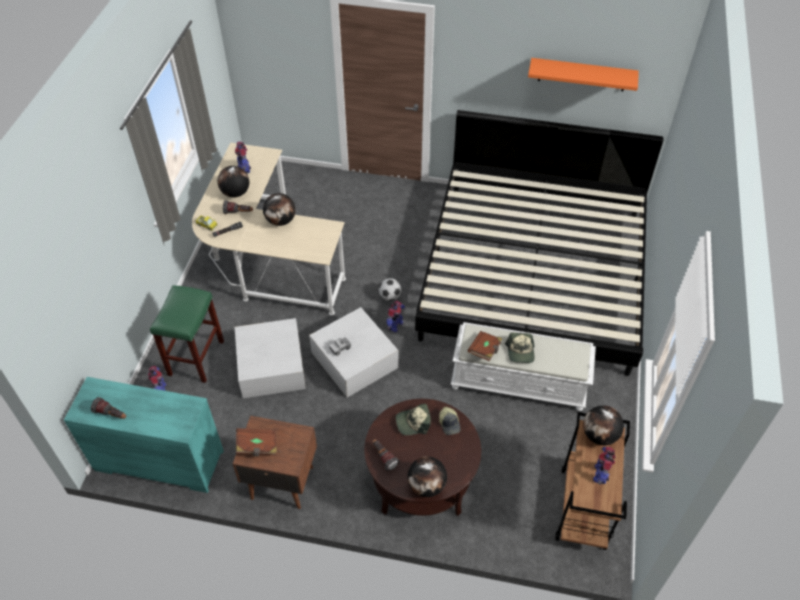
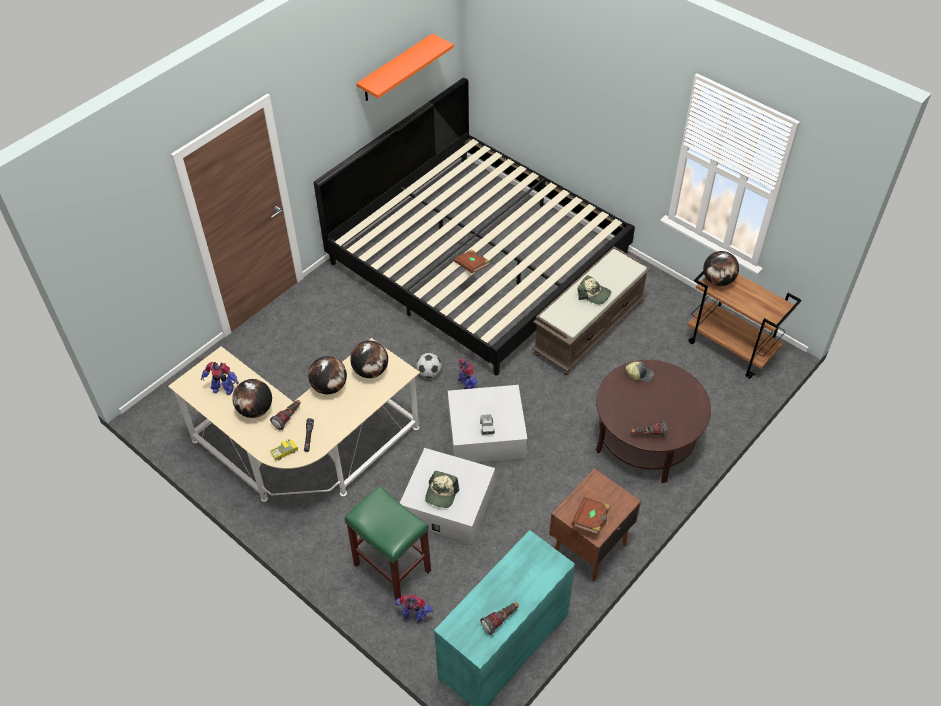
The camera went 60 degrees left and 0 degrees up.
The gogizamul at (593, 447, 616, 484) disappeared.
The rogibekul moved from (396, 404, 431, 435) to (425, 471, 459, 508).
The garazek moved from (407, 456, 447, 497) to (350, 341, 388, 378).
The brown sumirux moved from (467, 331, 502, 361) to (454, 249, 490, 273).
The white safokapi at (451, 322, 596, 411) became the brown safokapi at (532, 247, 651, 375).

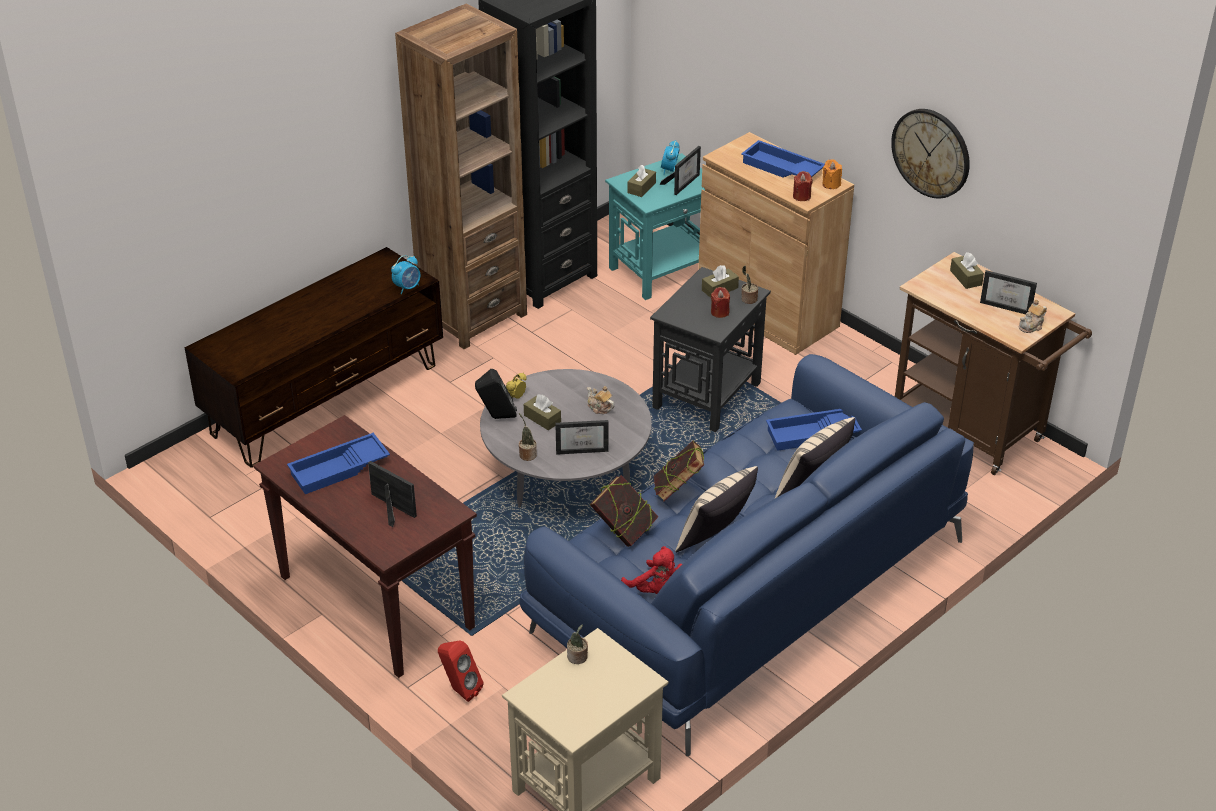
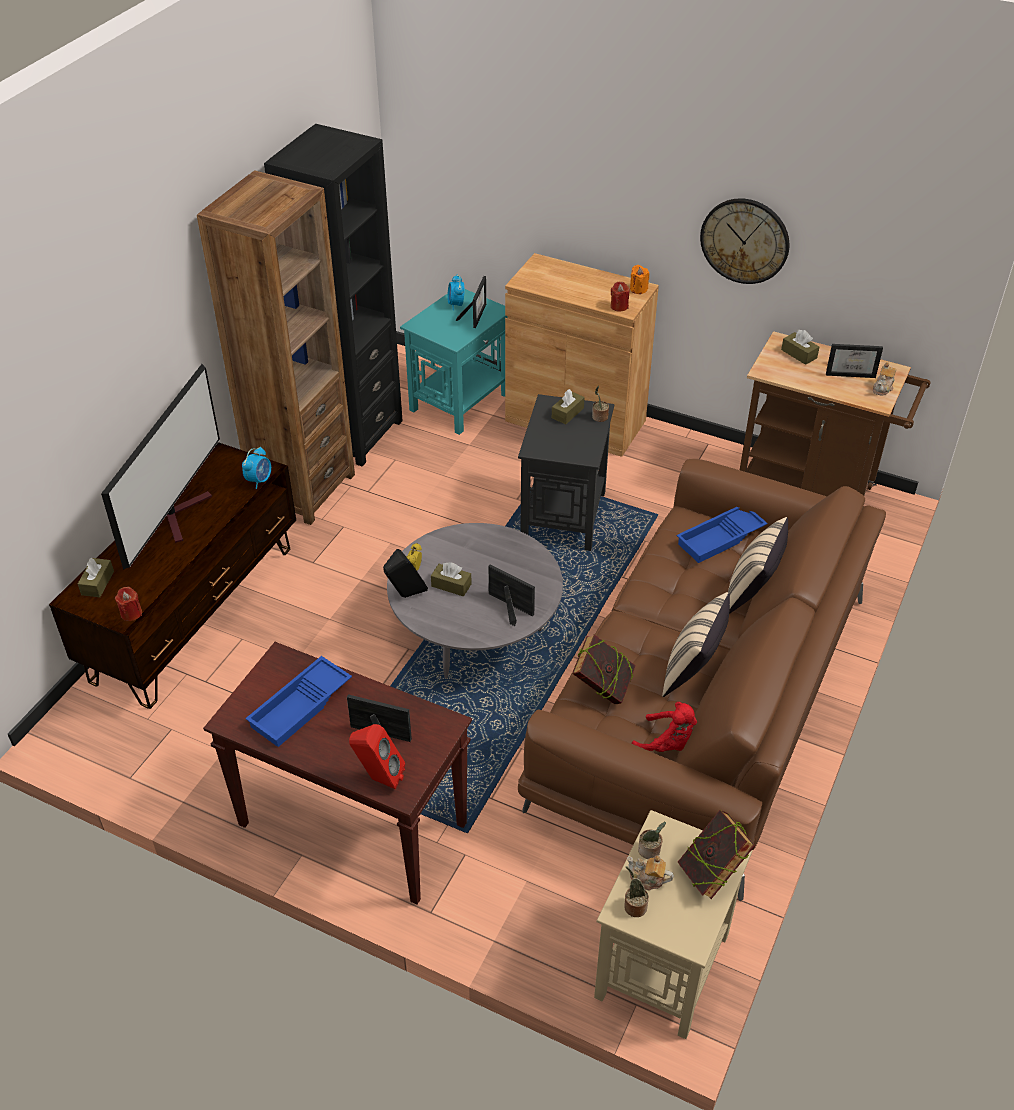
The camera went 20 degrees left and 5 degrees up.
The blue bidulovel at (741, 140, 825, 178) disappeared.
The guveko at (101, 364, 220, 570) appeared.
The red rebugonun moved from (438, 640, 484, 702) to (349, 724, 405, 789).
The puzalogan moved from (519, 413, 537, 461) to (624, 866, 649, 917).
The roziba moved from (587, 386, 615, 414) to (627, 855, 674, 891).
The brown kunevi moved from (627, 165, 656, 197) to (78, 558, 114, 597).
The sumirux moved from (654, 441, 704, 501) to (678, 810, 755, 899).
The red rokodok moved from (711, 287, 730, 318) to (115, 587, 142, 621).
The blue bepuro at (519, 354, 974, 756) became the brown bepuro at (518, 459, 886, 901).
The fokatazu at (555, 420, 609, 455) turned 120 degrees counterclockwise.

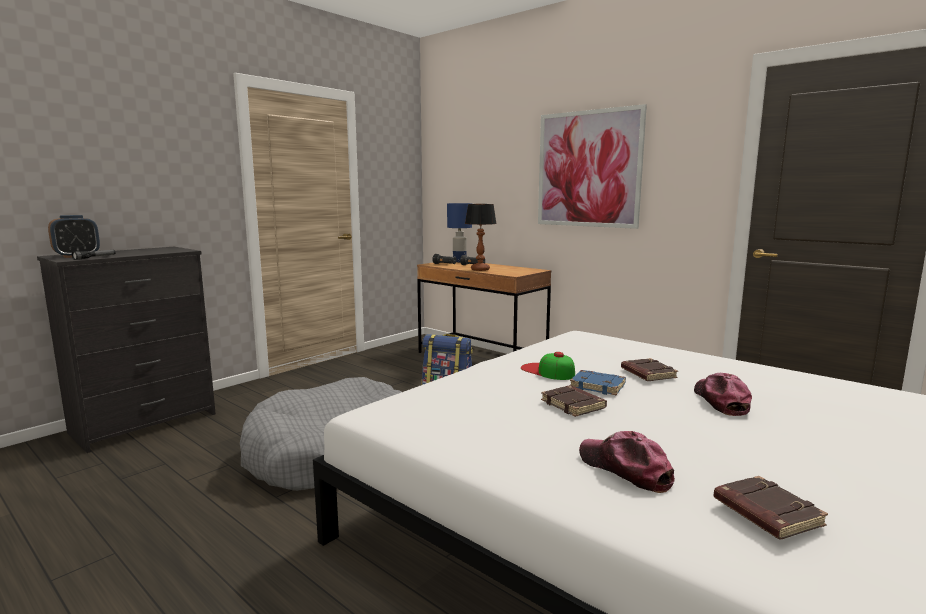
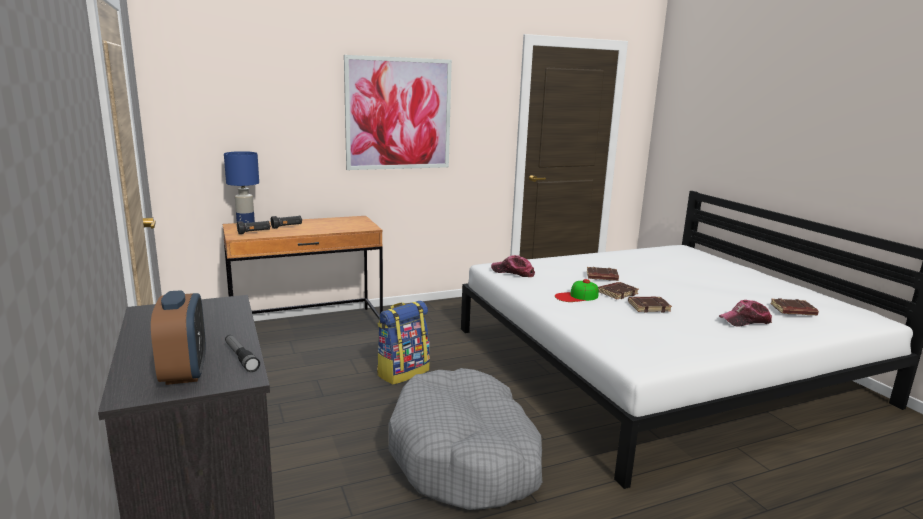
The camera went 65 degrees left and 5 degrees up.
The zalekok at (465, 204, 497, 271) disappeared.
The rogibekul moved from (694, 373, 752, 416) to (491, 255, 535, 277).
The blue sumirux at (570, 370, 626, 395) became the brown sumirux at (598, 282, 639, 299).

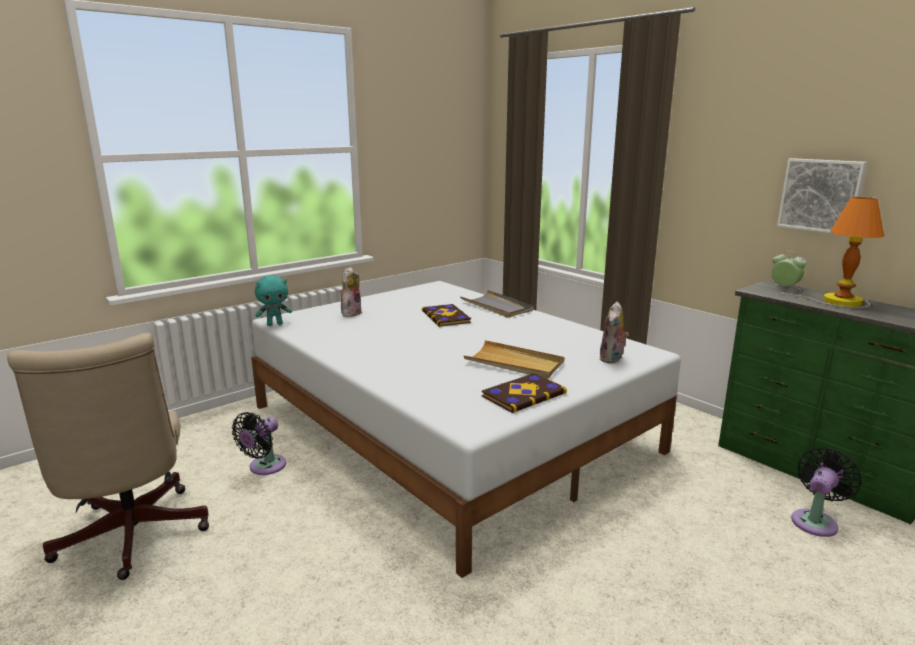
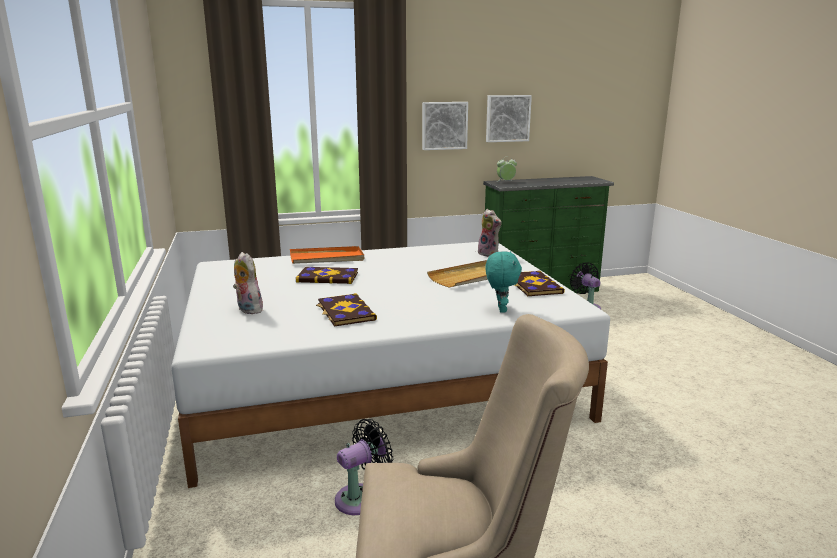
The camera went 65 degrees left and 0 degrees up.
The zalekok at (779, 196, 884, 308) disappeared.
The sumirux at (316, 293, 377, 327) appeared.
The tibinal at (422, 102, 468, 150) appeared.
The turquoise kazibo moved from (255, 275, 292, 326) to (485, 251, 522, 313).
The grey bidulovel at (460, 290, 534, 318) became the orange bidulovel at (290, 246, 364, 264).
The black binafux at (232, 412, 286, 475) turned 90 degrees counterclockwise.

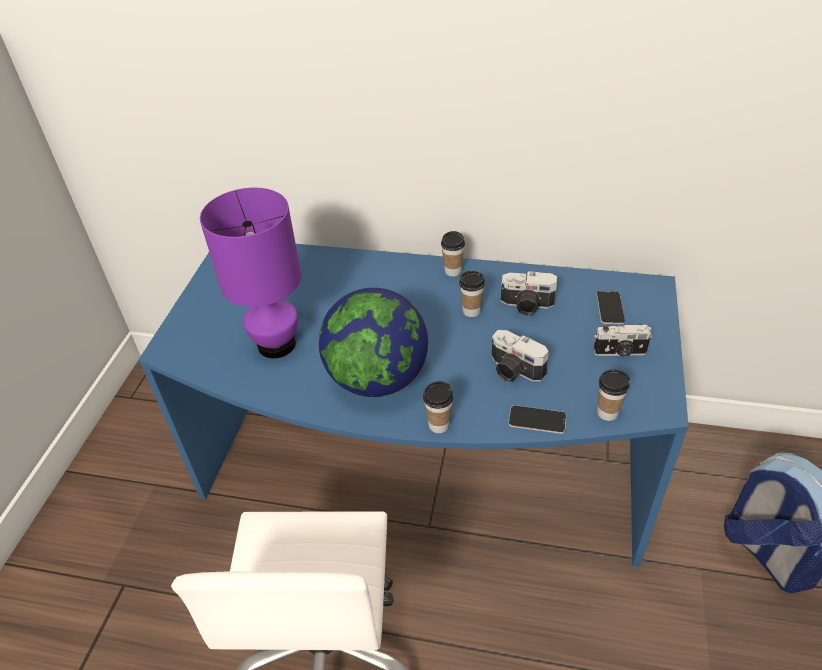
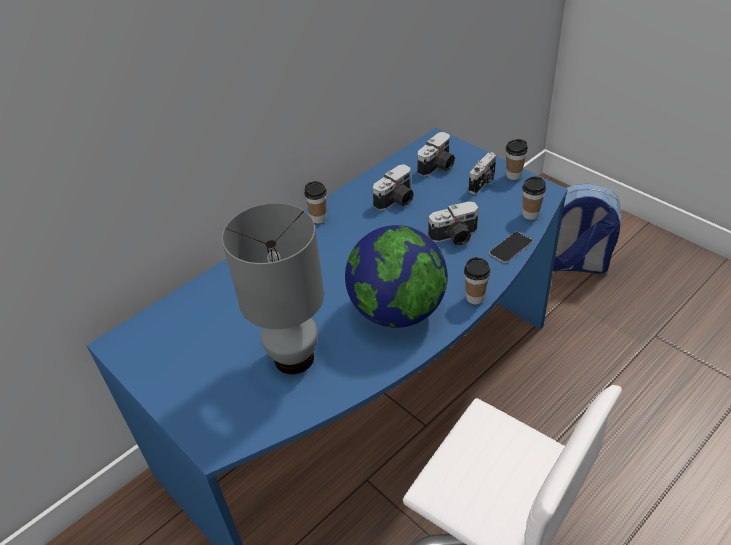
The camera went 55 degrees left and 0 degrees up.
The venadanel moved from (459, 271, 485, 317) to (506, 139, 528, 180).
The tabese at (596, 291, 625, 324) was replaced by the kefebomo at (417, 132, 455, 177).
The purple zalekok at (200, 188, 301, 358) became the grey zalekok at (222, 203, 324, 374).

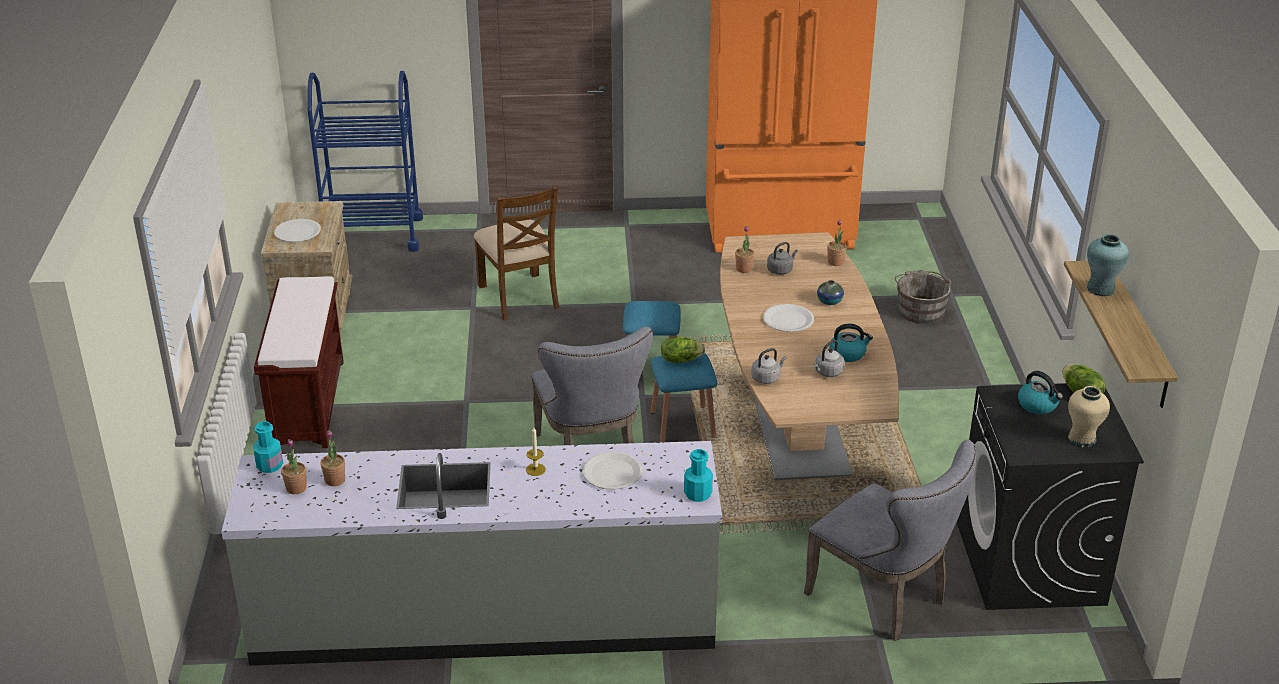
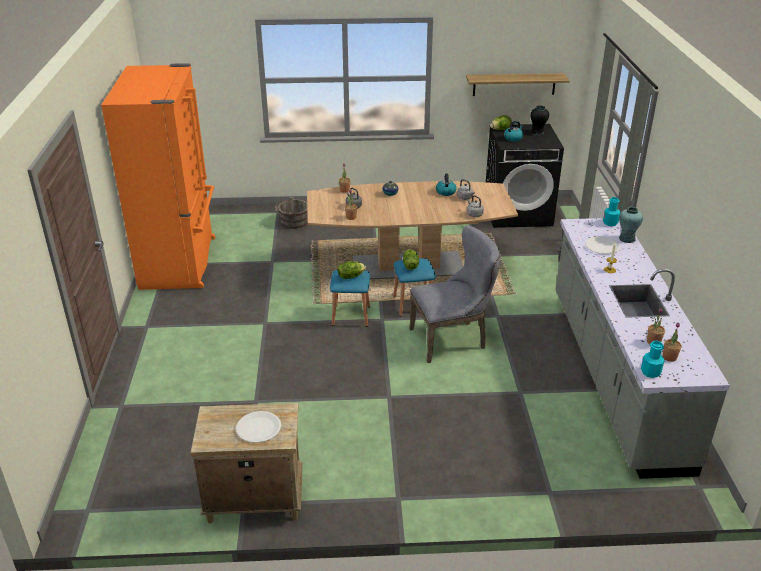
The camera went 90 degrees left and 0 degrees up.
The brown safokapi at (254, 276, 344, 448) disappeared.
The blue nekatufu at (307, 71, 423, 252) disappeared.
The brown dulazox at (474, 185, 559, 321) disappeared.
The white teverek at (763, 304, 814, 332) disappeared.
The grey dulazox at (804, 440, 976, 641) disappeared.
The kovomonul at (338, 261, 366, 279) appeared.
The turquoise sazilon moved from (1087, 234, 1129, 296) to (619, 207, 643, 243).
The beige sazilon at (1068, 386, 1110, 447) became the black sazilon at (530, 106, 549, 135).

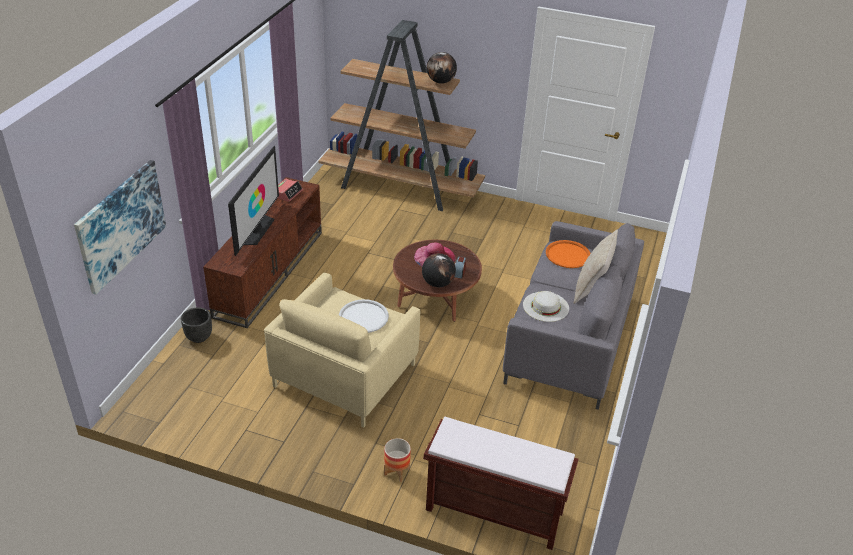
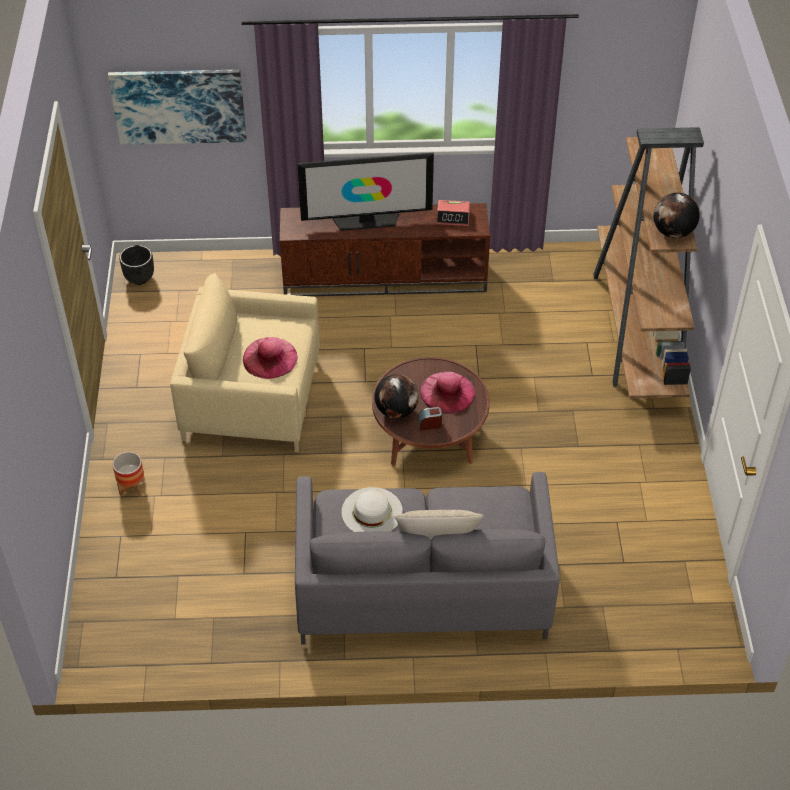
The camera went 70 degrees right and 10 degrees up.
The brown safokapi at (423, 417, 579, 550) disappeared.
The orange bidulovel at (546, 240, 590, 268) disappeared.
The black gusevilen moved from (181, 307, 212, 343) to (119, 245, 154, 285).
The white bidulovel at (339, 299, 389, 333) was replaced by the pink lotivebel at (243, 337, 298, 379).

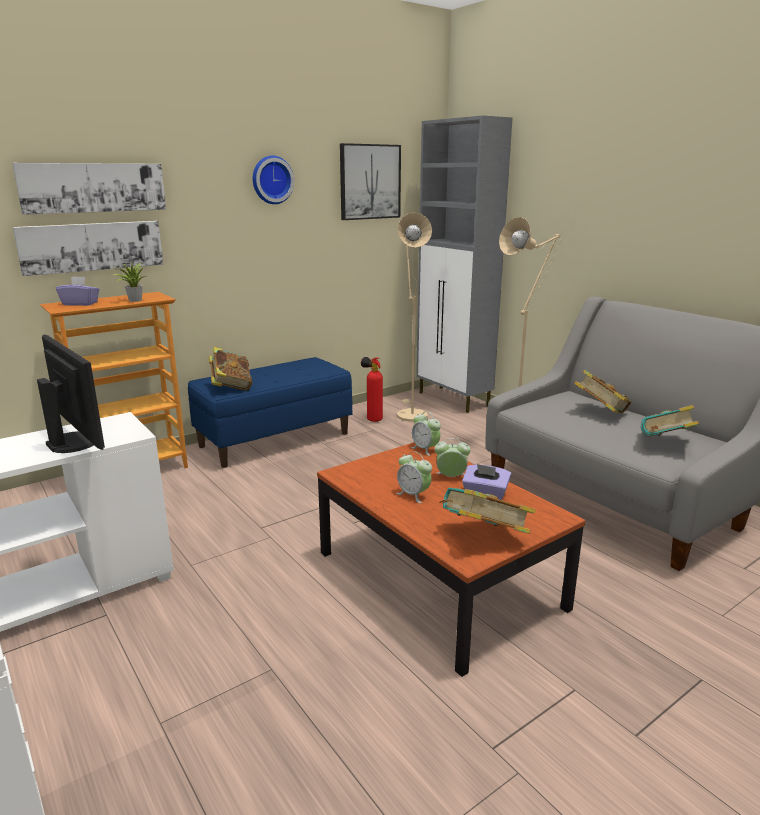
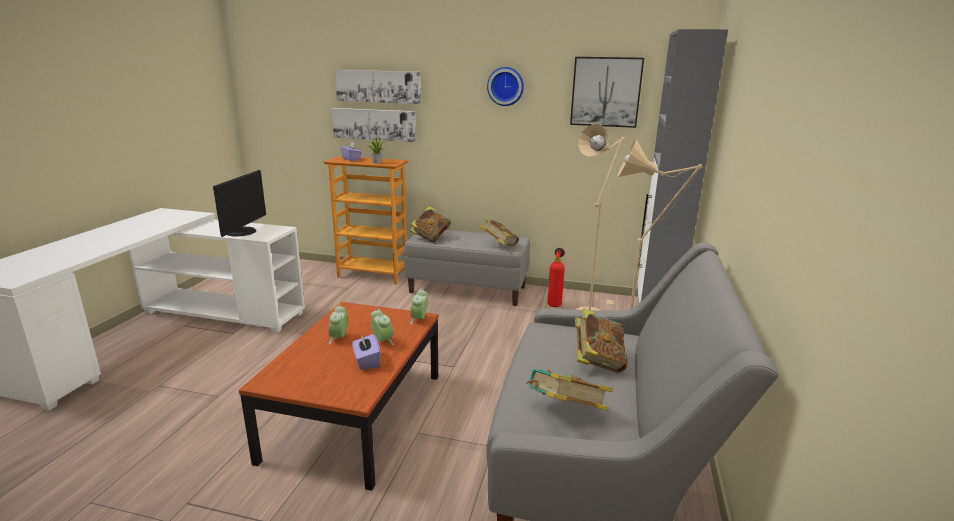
The camera went 50 degrees right and 0 degrees up.
The sumirux moved from (439, 487, 536, 534) to (479, 217, 519, 246).
The blue safokapi at (188, 357, 352, 468) became the grey safokapi at (404, 229, 530, 306).

